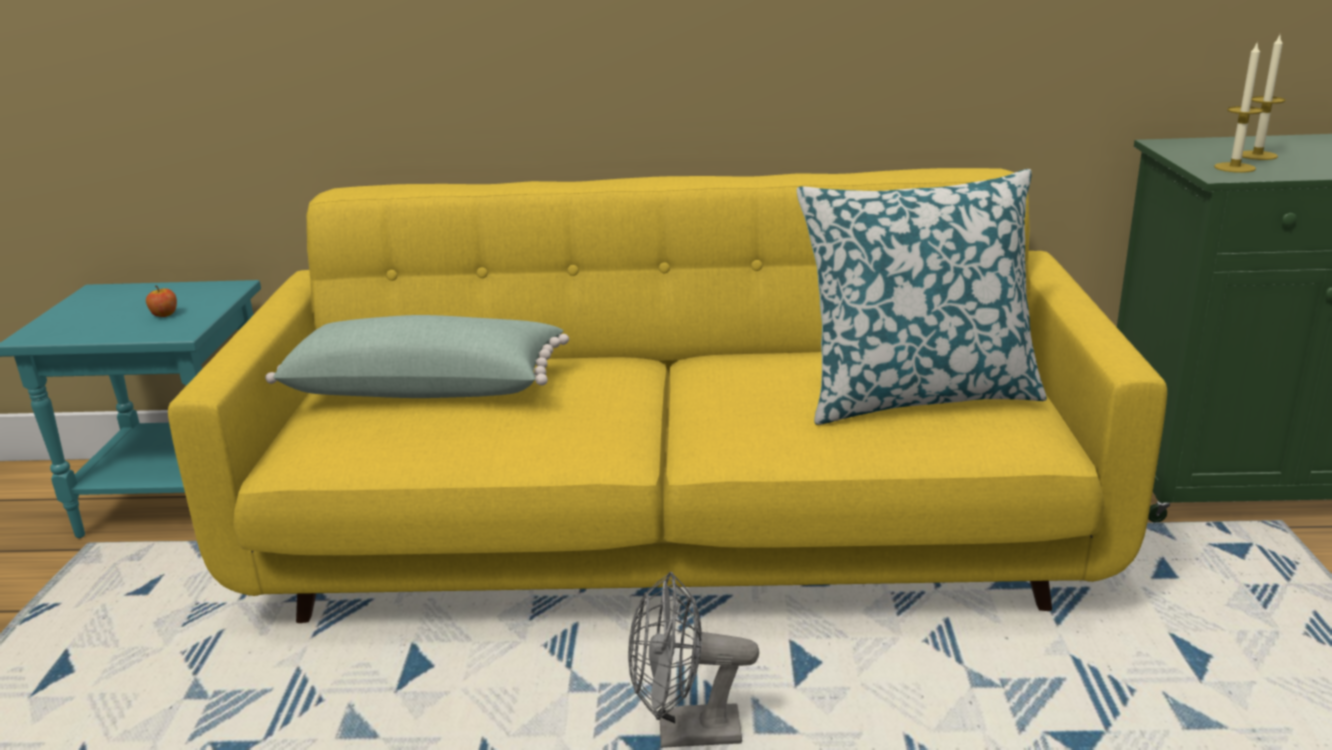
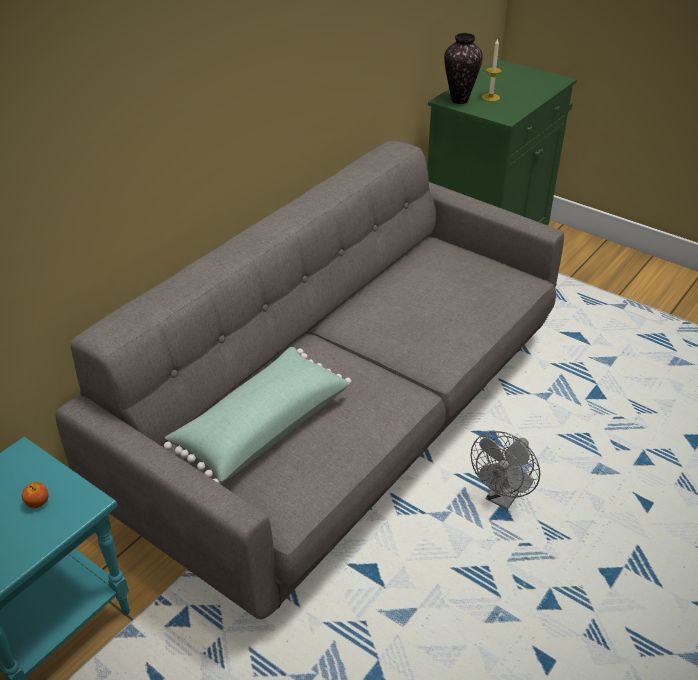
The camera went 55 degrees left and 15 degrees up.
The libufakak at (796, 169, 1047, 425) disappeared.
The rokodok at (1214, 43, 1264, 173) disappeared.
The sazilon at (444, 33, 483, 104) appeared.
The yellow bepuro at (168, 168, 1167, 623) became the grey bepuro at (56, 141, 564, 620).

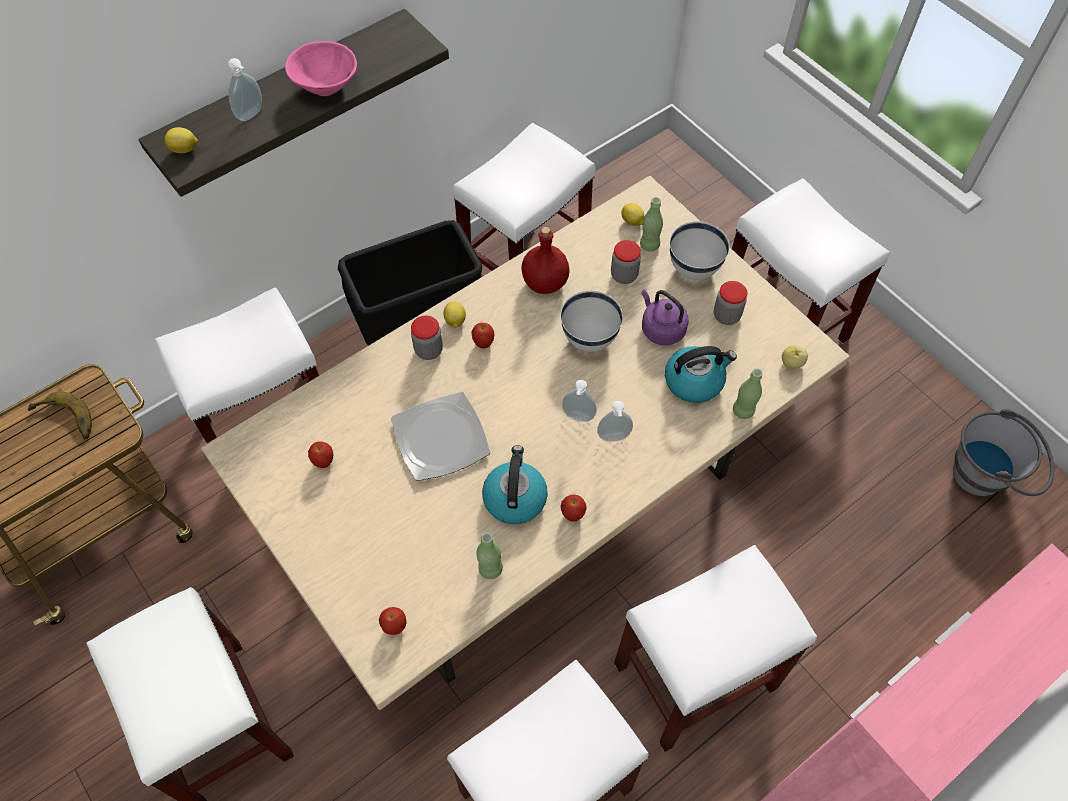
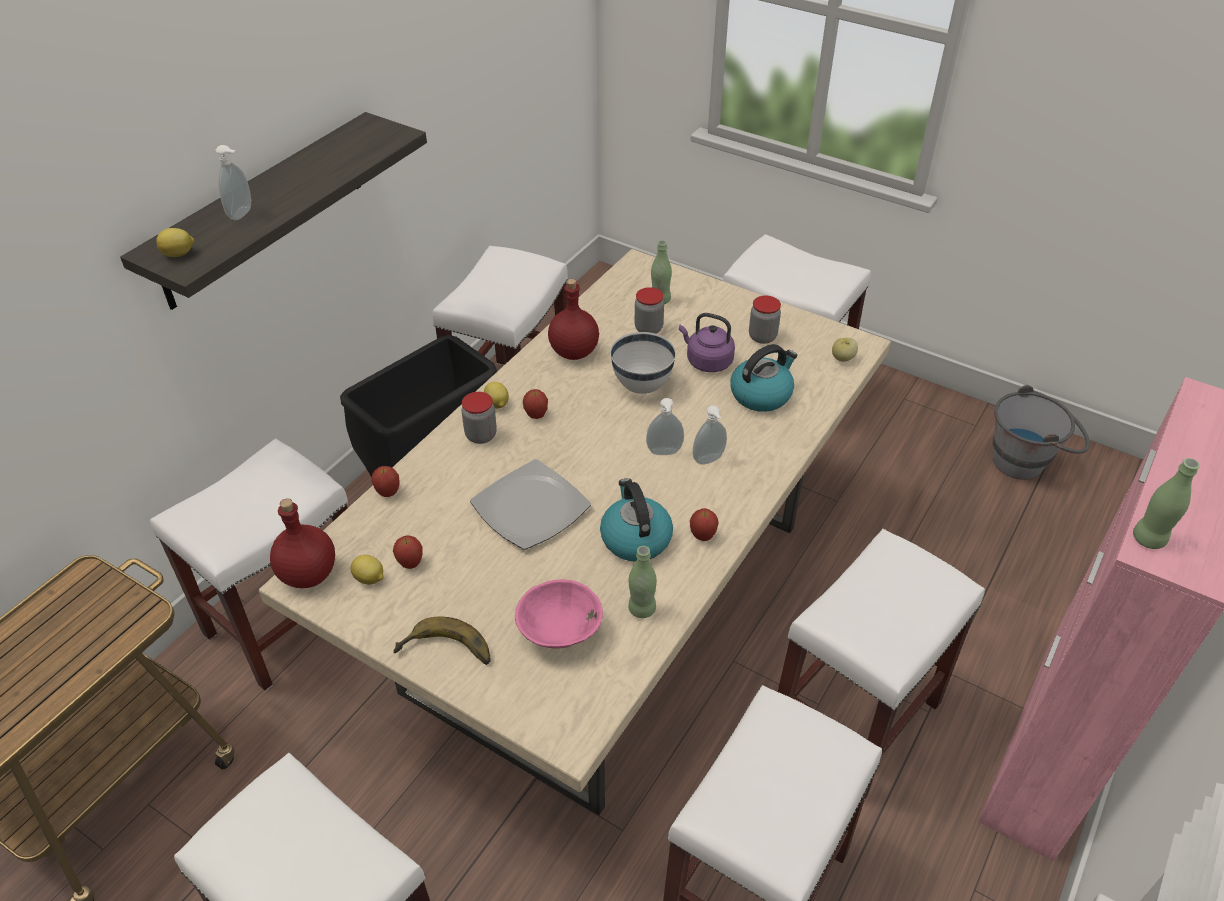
The camera went 20 degrees left and 15 degrees down.
The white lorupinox at (670, 221, 730, 280) disappeared.
The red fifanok at (270, 498, 335, 588) appeared.
The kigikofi moved from (28, 391, 92, 439) to (393, 617, 491, 665).
The pink lorupinox moved from (285, 41, 357, 96) to (515, 579, 603, 649).
The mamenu moved from (379, 607, 407, 635) to (371, 466, 400, 497).
The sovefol moved from (621, 203, 644, 226) to (350, 555, 383, 585).
The green fifanok moved from (733, 368, 763, 419) to (1133, 458, 1200, 549).

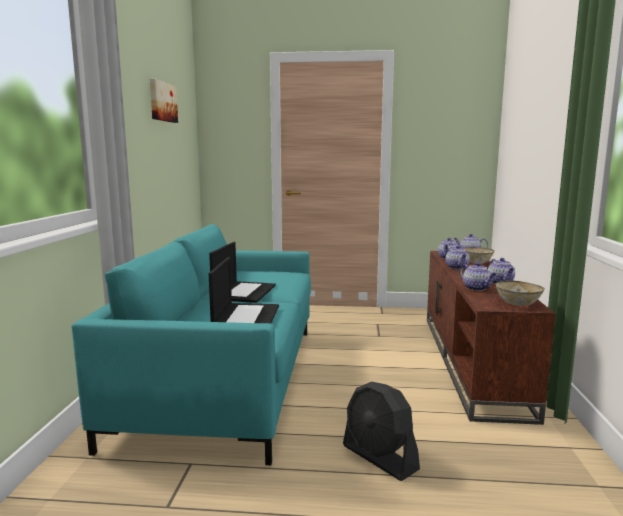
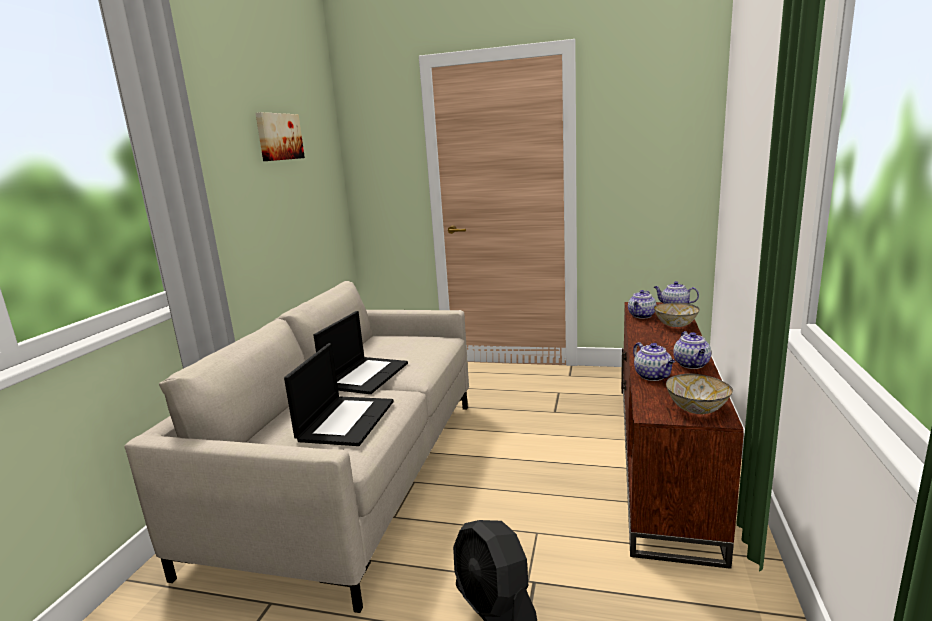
The camera went 10 degrees right and 5 degrees up.
The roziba at (445, 246, 470, 269) disappeared.
The turquoise bepuro at (71, 224, 311, 465) became the beige bepuro at (125, 281, 469, 613).

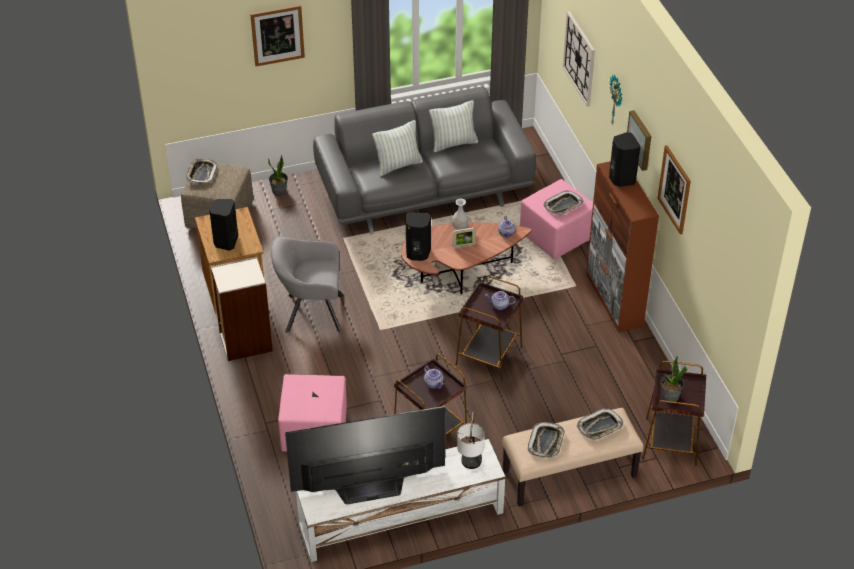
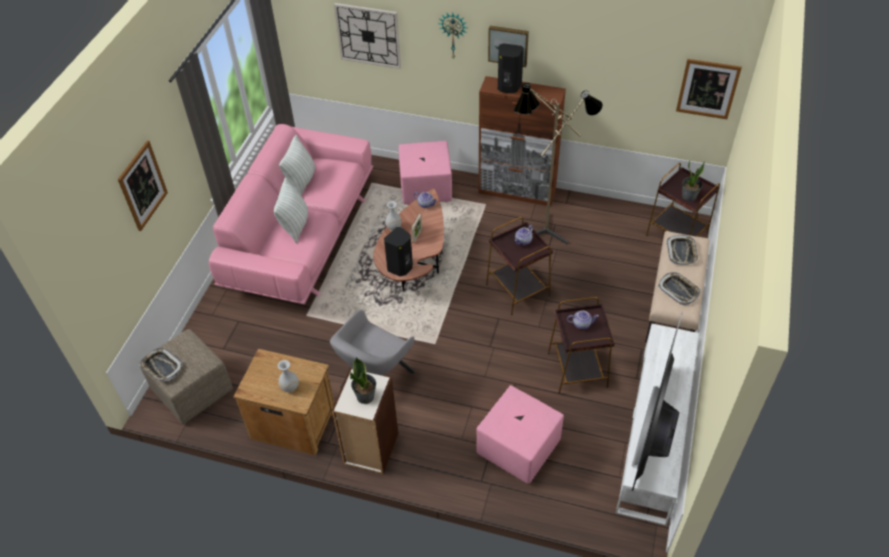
The camera went 55 degrees left and 5 degrees up.
The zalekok at (457, 411, 485, 469) disappeared.
The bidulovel at (543, 191, 583, 215) disappeared.
The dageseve at (514, 83, 603, 244) appeared.
The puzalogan moved from (268, 155, 288, 196) to (350, 357, 376, 404).
The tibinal moved from (657, 145, 691, 235) to (676, 59, 742, 119).
The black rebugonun at (209, 199, 238, 251) was replaced by the white sazilon at (278, 360, 299, 393).
The grey bepuro at (313, 86, 536, 234) became the pink bepuro at (209, 124, 373, 305).

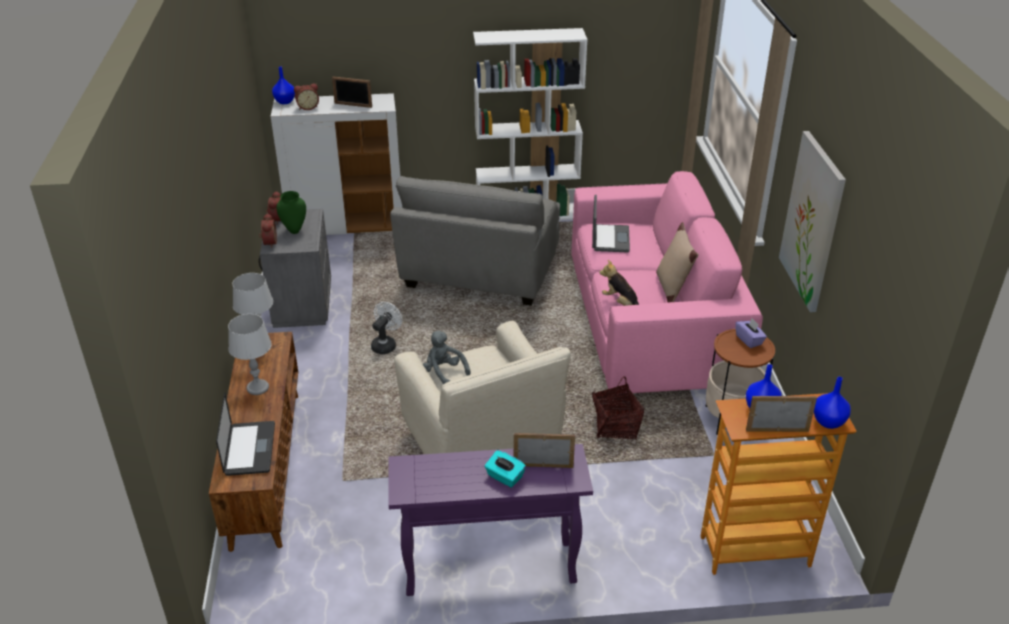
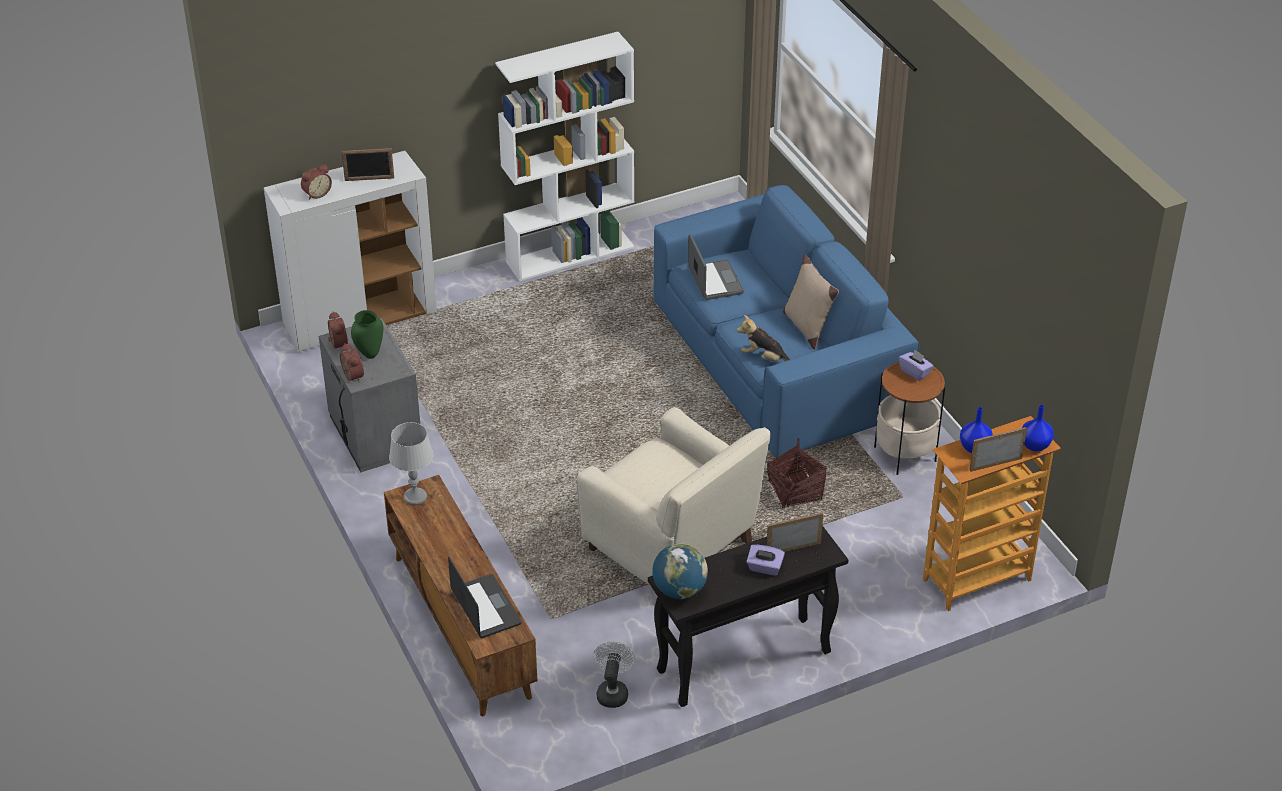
The camera went 20 degrees left and 5 degrees up.
The grey zalekok at (228, 314, 272, 395) disappeared.
The blue sazilon at (272, 67, 295, 104) disappeared.
The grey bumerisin at (390, 176, 560, 306) disappeared.
The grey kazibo at (423, 331, 471, 385) disappeared.
The tibinal at (779, 131, 846, 312) disappeared.
The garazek at (652, 543, 708, 599) appeared.
The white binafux moved from (371, 302, 402, 354) to (593, 641, 635, 708).
The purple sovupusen at (388, 444, 593, 596) became the black sovupusen at (648, 525, 848, 707).
The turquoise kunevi at (485, 450, 526, 488) became the purple kunevi at (746, 545, 785, 576).
The pink bepuro at (572, 171, 763, 398) became the blue bepuro at (654, 185, 919, 458).

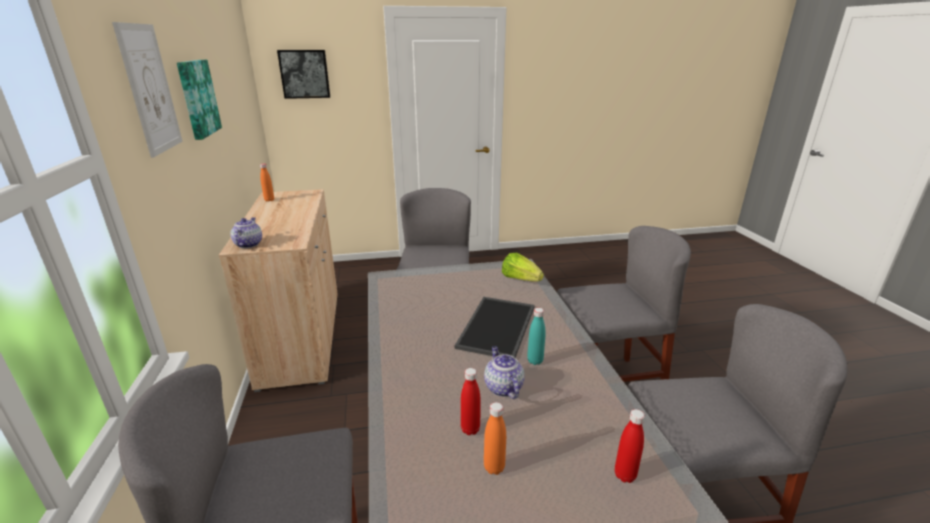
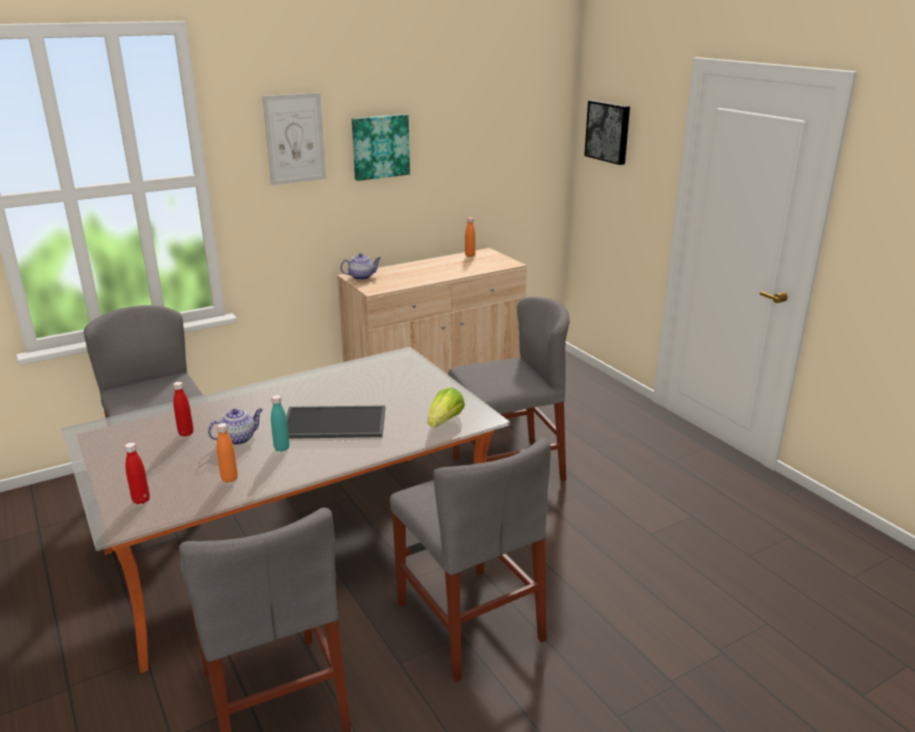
The camera went 70 degrees right and 0 degrees up.
The orange fifanok moved from (484, 402, 506, 475) to (217, 423, 238, 483).

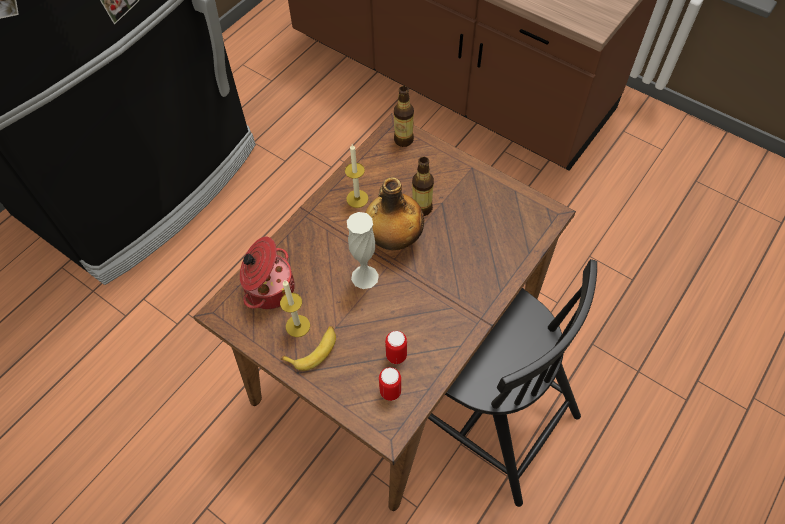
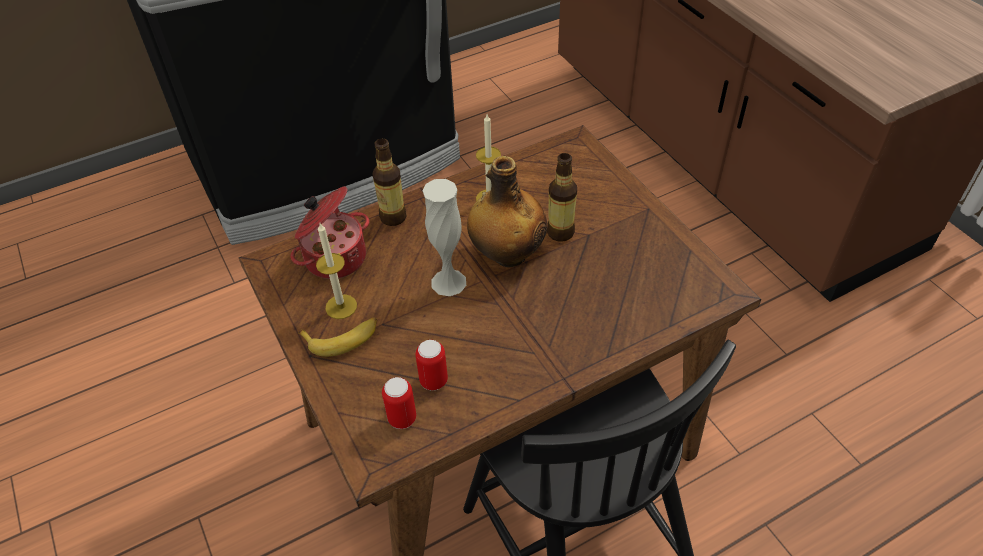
The camera went 25 degrees right and 10 degrees down.
The fifanok moved from (394, 86, 414, 147) to (372, 139, 407, 226).

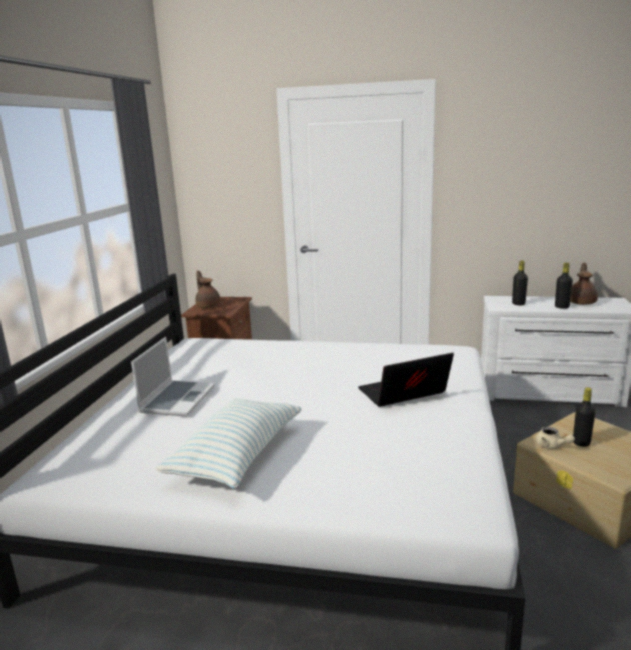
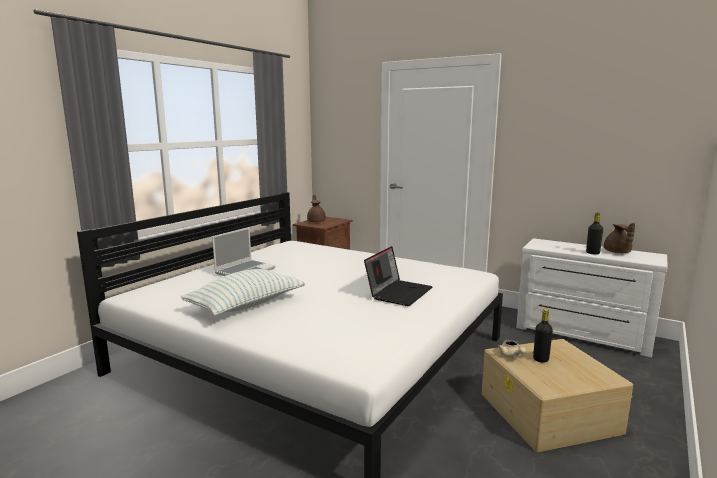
The camera went 20 degrees right and 5 degrees down.
The black fifanok at (512, 260, 528, 305) disappeared.
The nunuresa at (358, 353, 454, 407) turned 120 degrees clockwise.
The brown roziba at (570, 262, 598, 305) turned 135 degrees clockwise.

